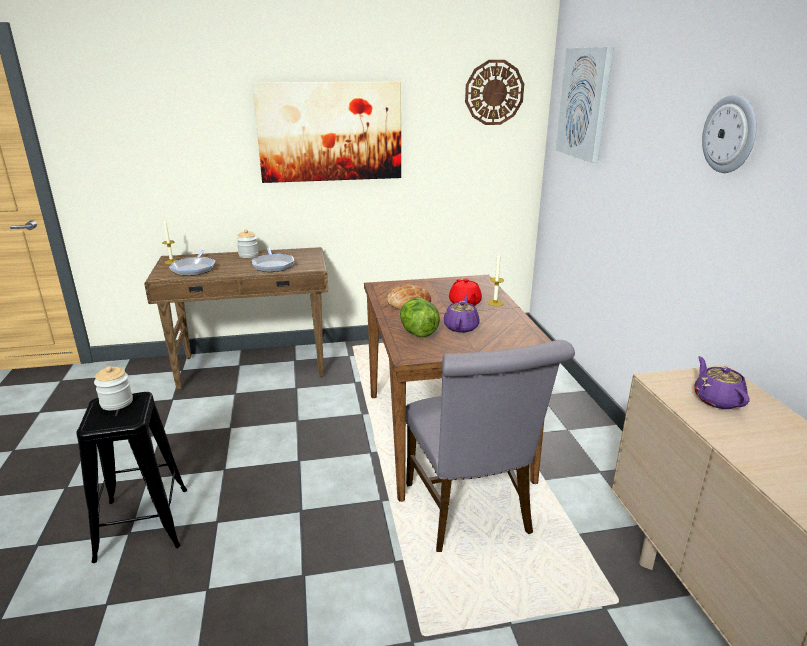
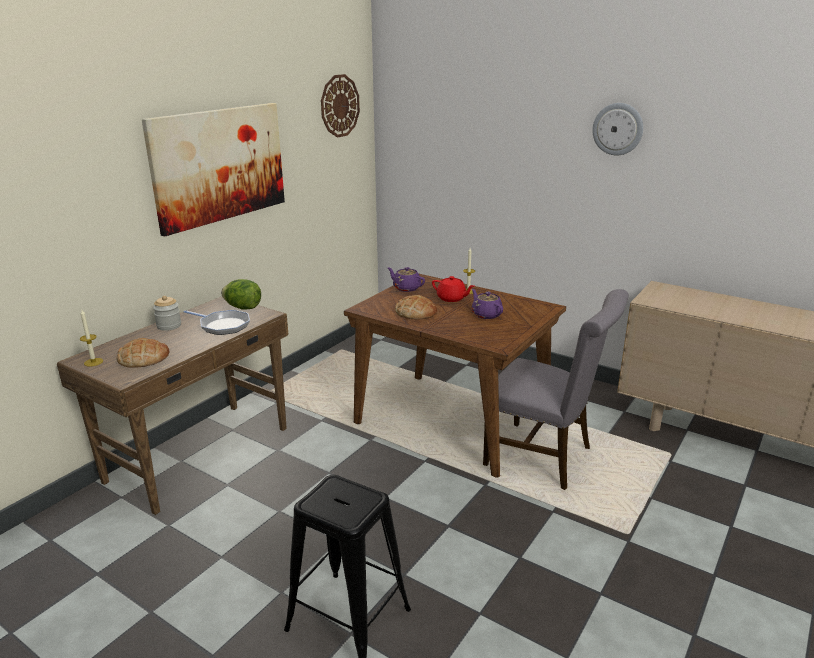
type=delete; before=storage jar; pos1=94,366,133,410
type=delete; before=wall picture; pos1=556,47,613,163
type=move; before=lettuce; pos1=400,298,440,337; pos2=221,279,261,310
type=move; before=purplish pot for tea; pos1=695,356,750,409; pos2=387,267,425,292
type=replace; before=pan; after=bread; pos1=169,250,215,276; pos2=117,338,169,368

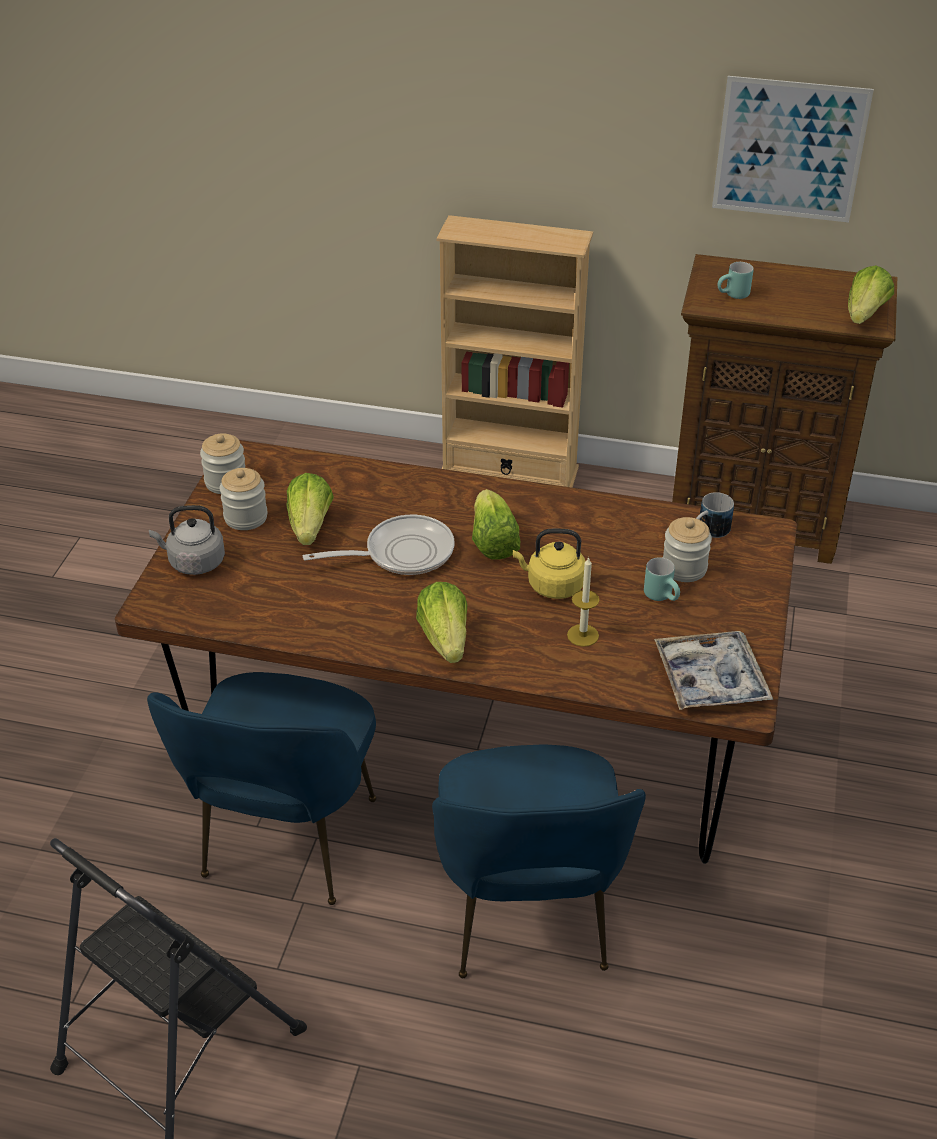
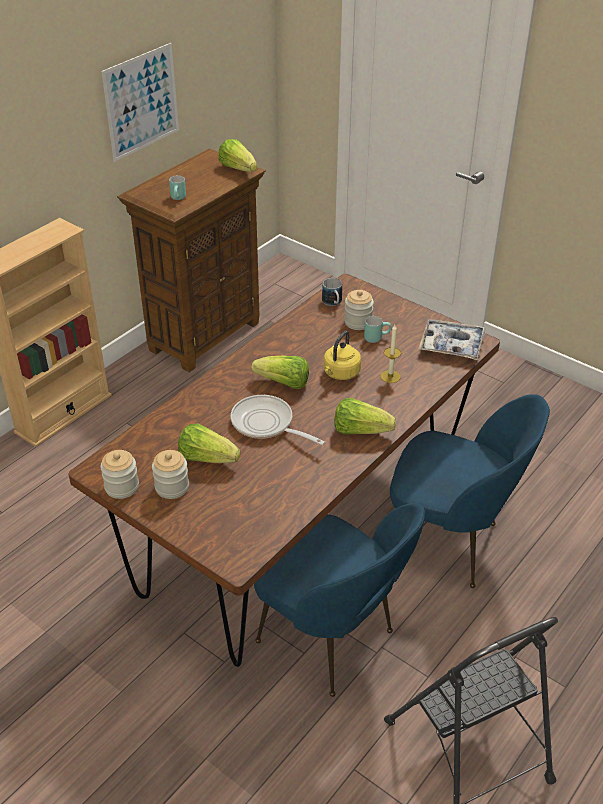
type=delete; before=grey tea kettle; pos1=149,505,225,575
type=rotate; before=pan; pos1=303,515,454,575; pos2=231,395,325,445; turn=-60

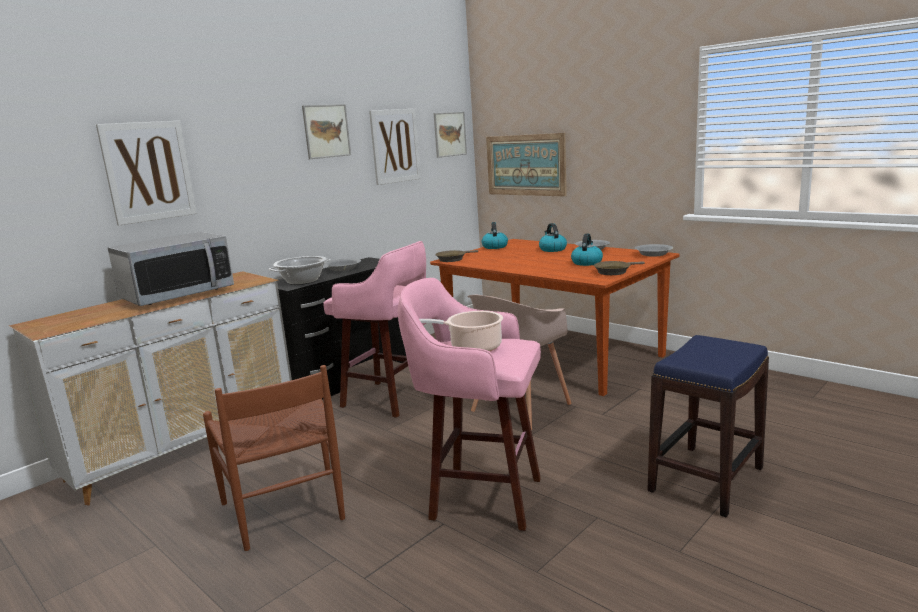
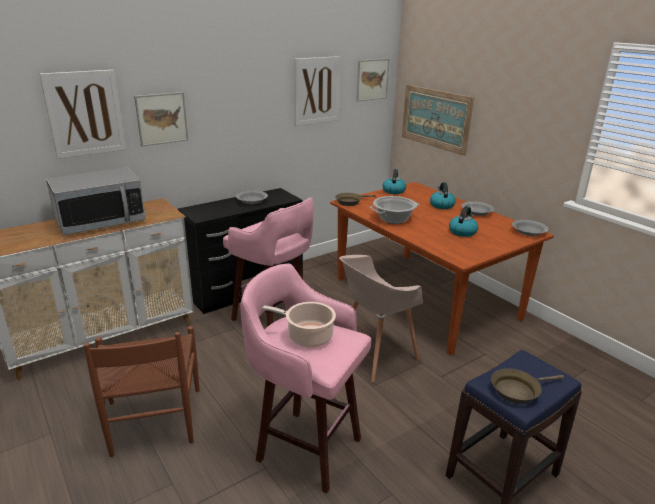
type=move; before=stockpot; pos1=269,256,331,285; pos2=370,196,419,224
type=move; before=wall picture; pos1=302,104,351,159; pos2=134,92,188,146
type=move; before=brown pan; pos1=594,261,645,275; pos2=491,368,564,404

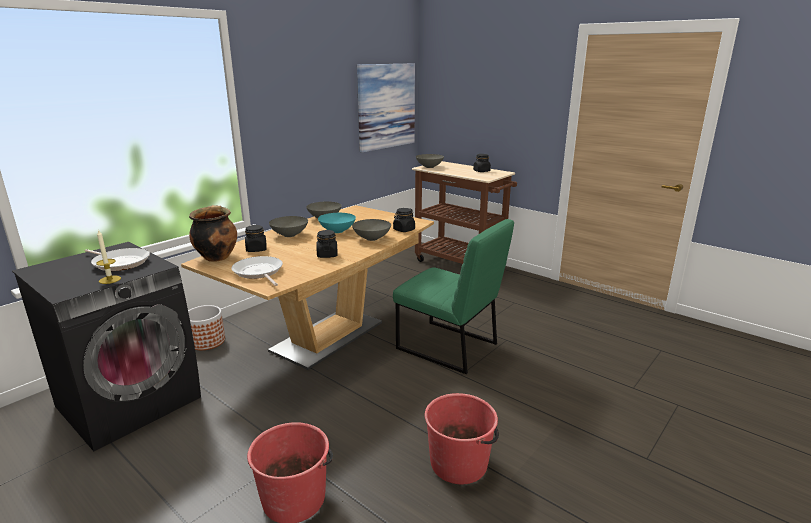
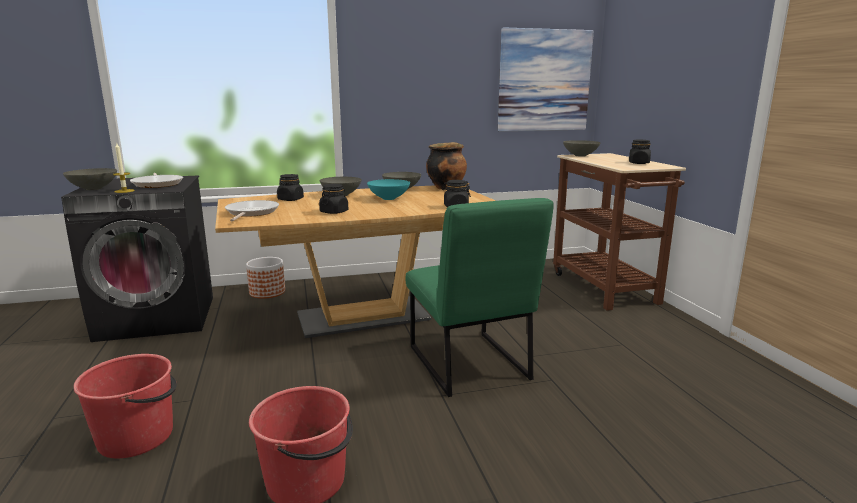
type=move; before=stockpot; pos1=189,205,237,262; pos2=426,142,467,190
type=move; before=grey serving bowl; pos1=352,219,391,241; pos2=63,168,117,190

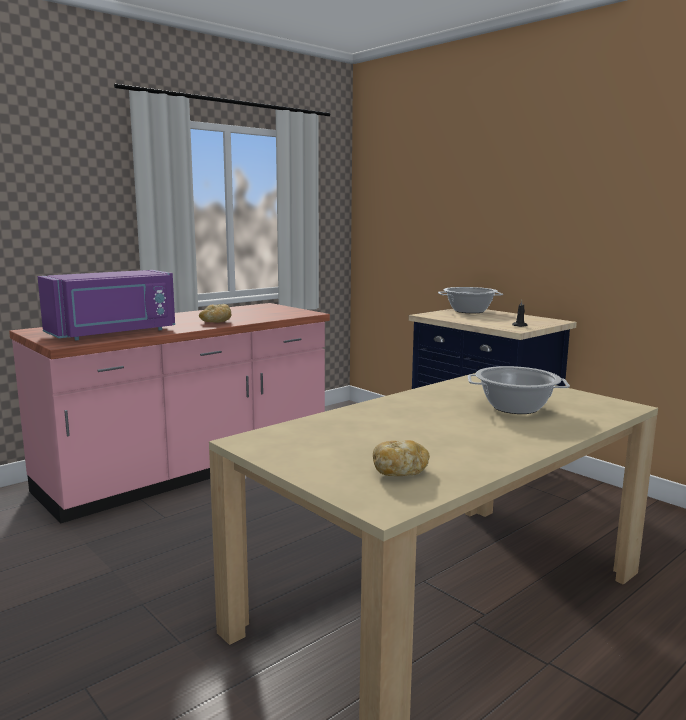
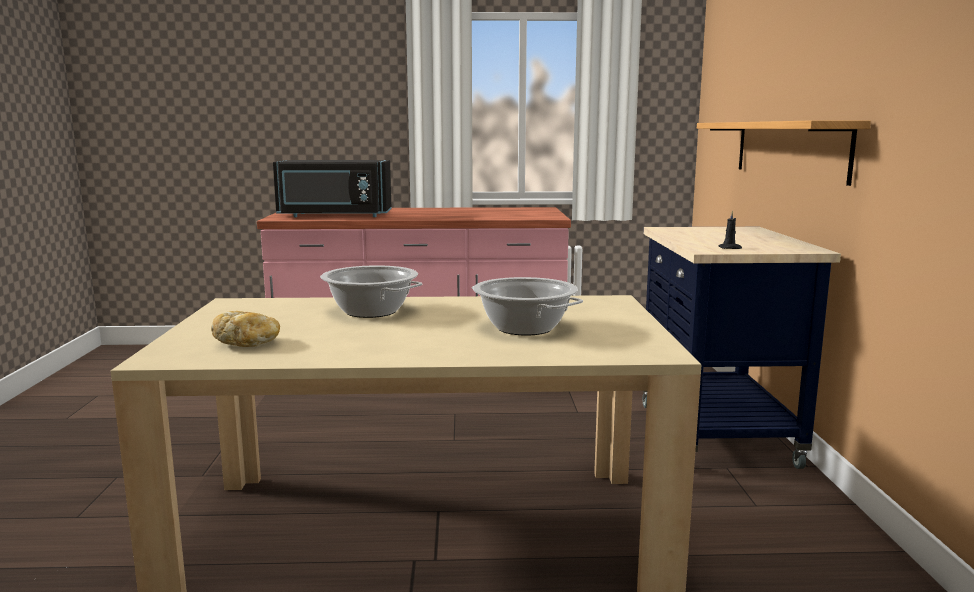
type=delete; before=bread; pos1=199,304,231,323
type=insert; after=wall shelf; pos2=697,120,871,186
type=move; before=stockpot; pos1=438,287,503,313; pos2=320,265,422,318
type=recolor; before=purplish microwave oven; after=blackish microwave oven; pos1=38,270,175,340; pos2=273,160,392,217

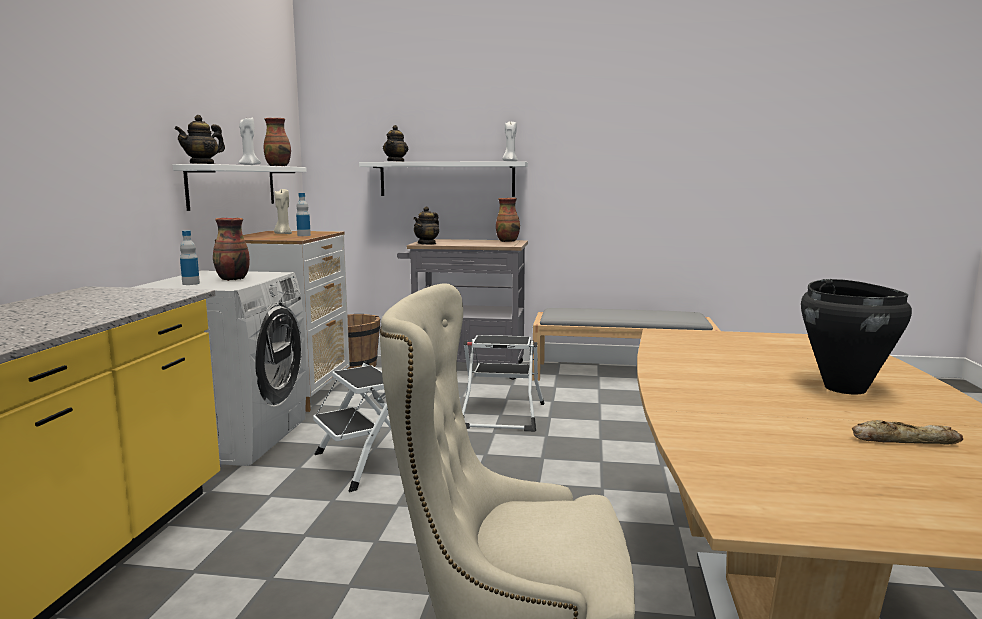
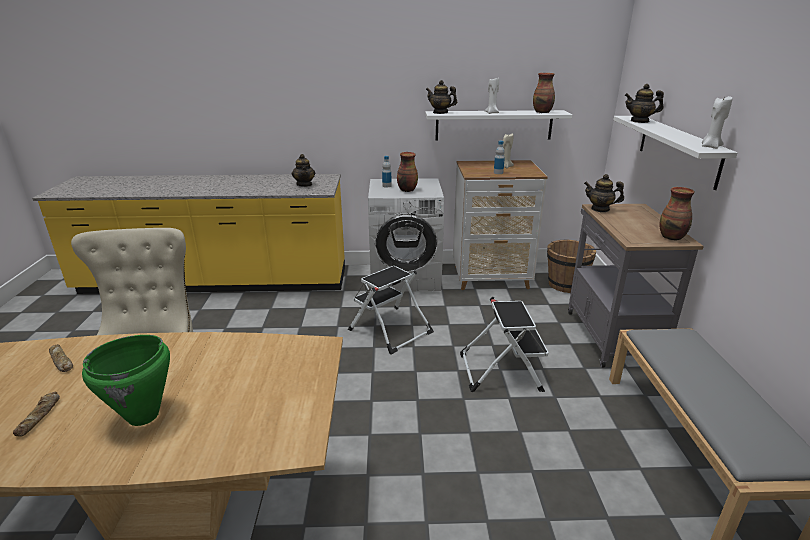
type=insert; after=bread; pos2=49,344,73,372
type=insert; after=pot for tea; pos2=292,154,315,187
type=recolor; before=blackish stockpot; after=green stockpot; pos1=801,279,912,394; pos2=82,335,170,426

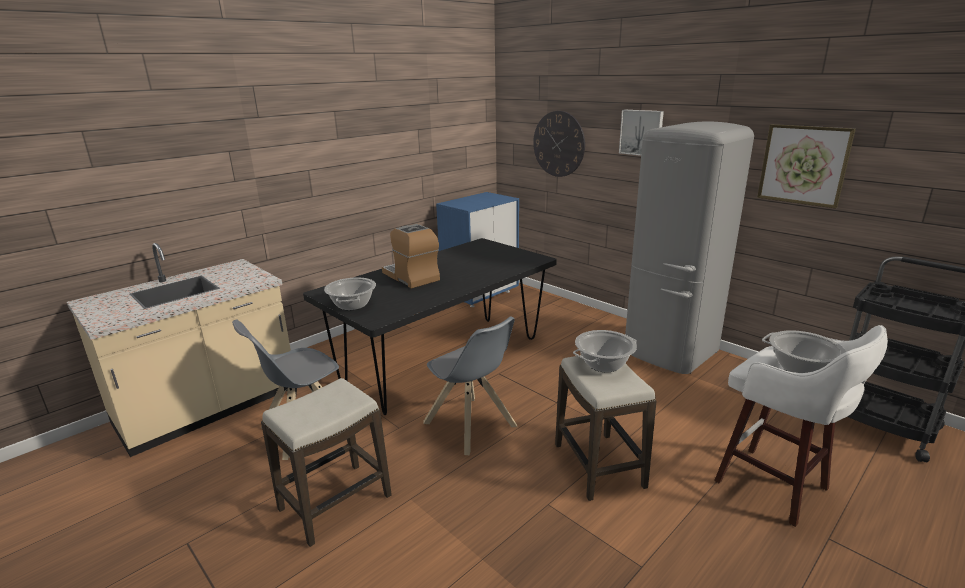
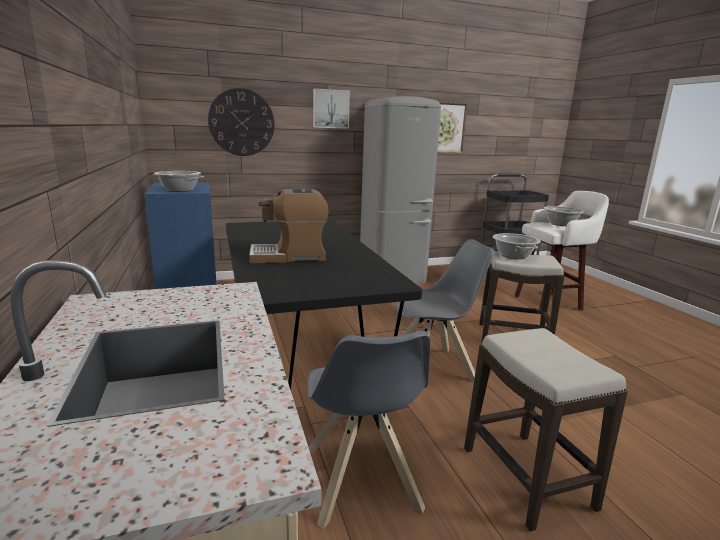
type=move; before=stockpot; pos1=324,277,376,310; pos2=153,171,204,192

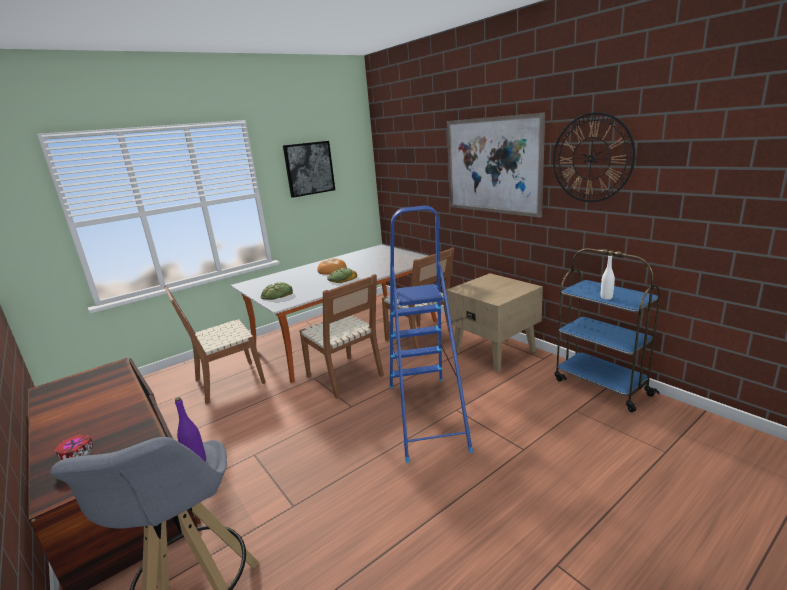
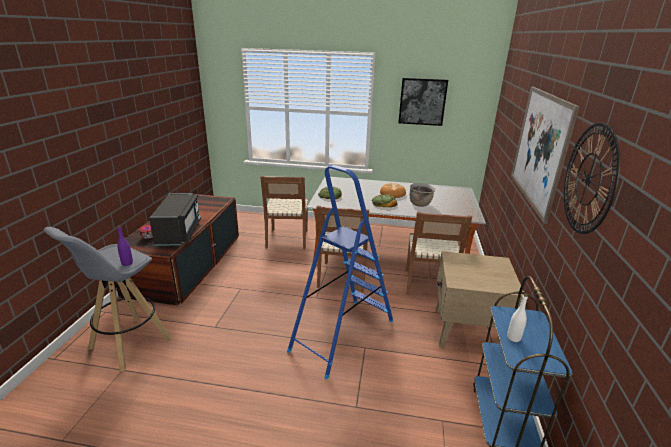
type=insert; after=blackish microwave oven; pos2=149,193,201,246
type=insert; after=brown stockpot; pos2=410,183,435,207
type=rotate; before=upright chair; pos1=164,285,266,404; pos2=260,176,308,249; turn=-105

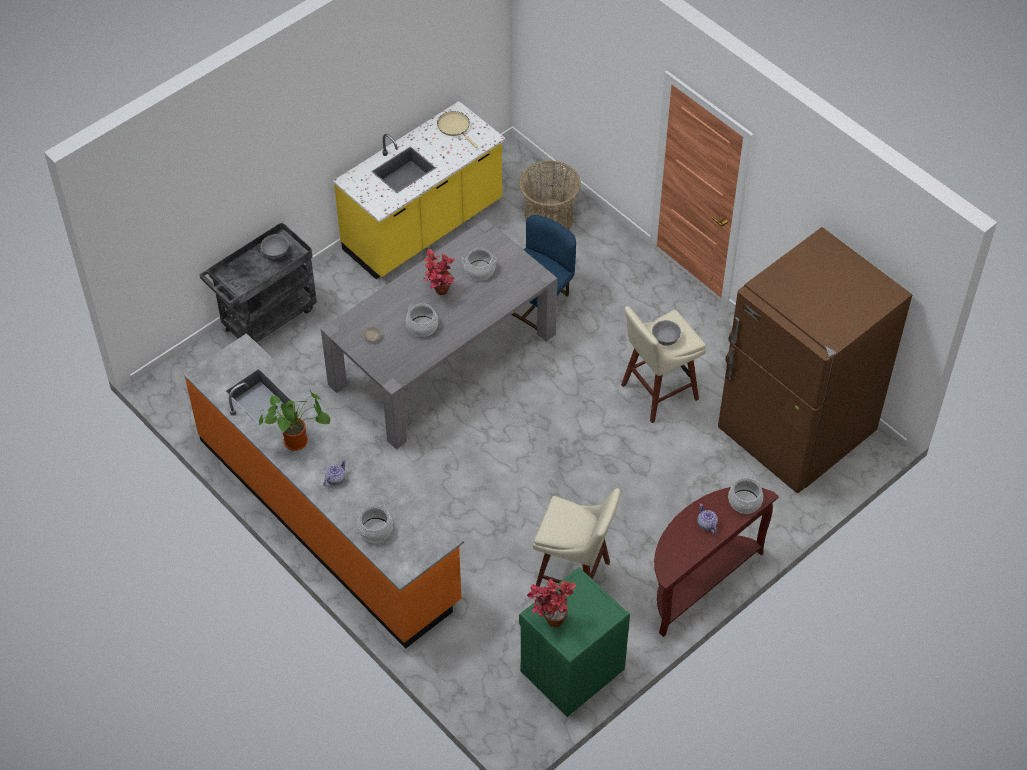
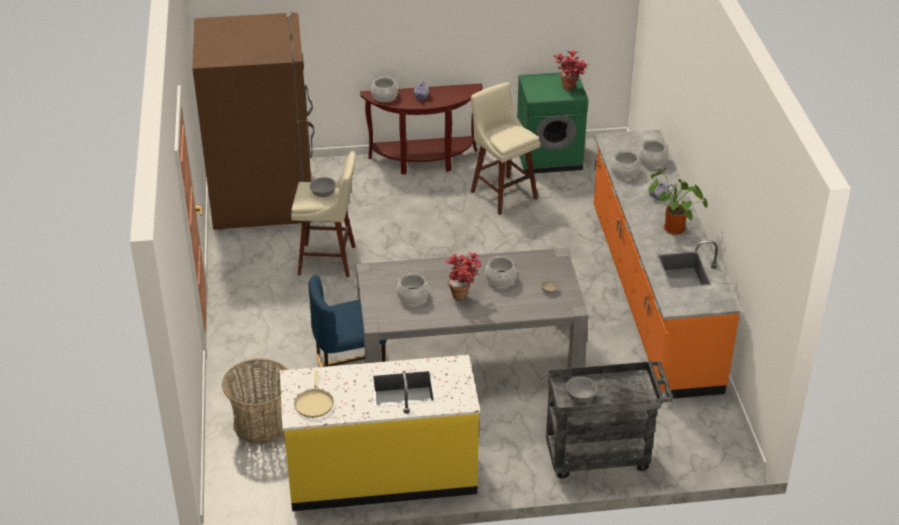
type=insert; after=stockpot; pos2=611,150,640,179

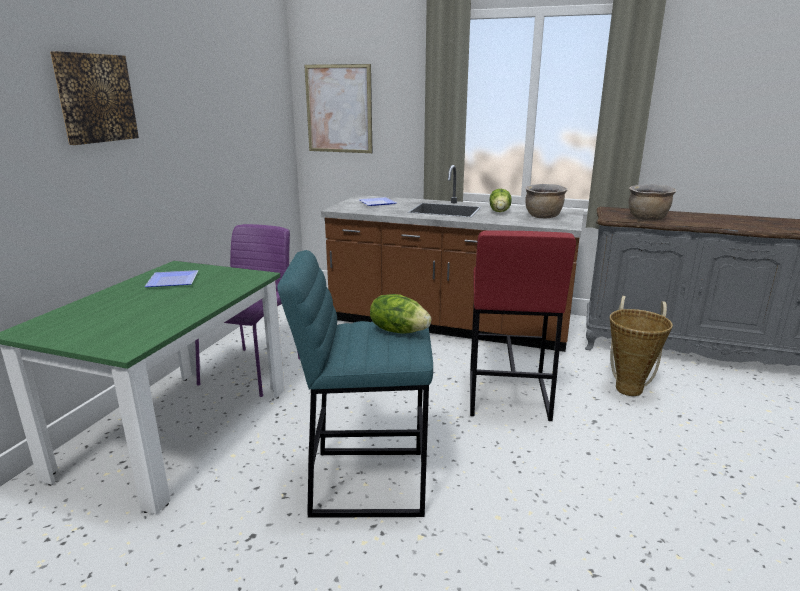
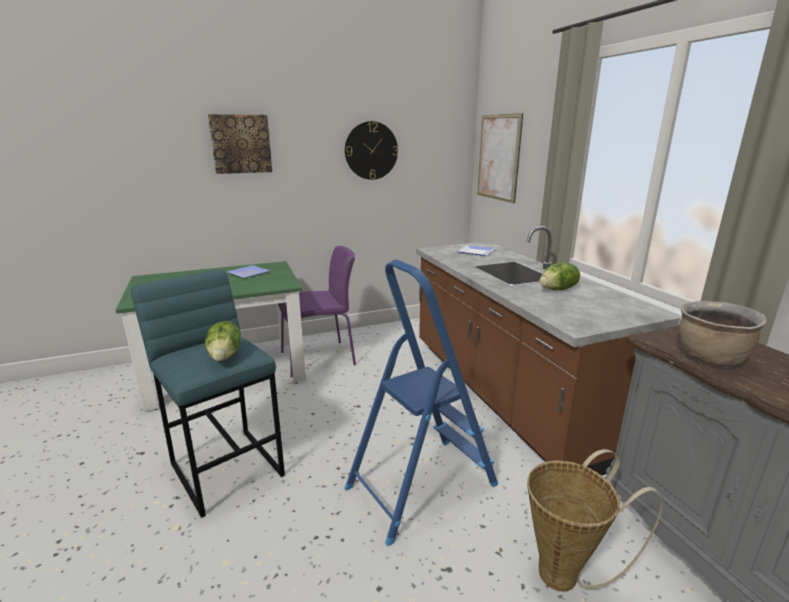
type=delete; before=brown stockpot; pos1=525,184,567,218
type=insert; after=wall clock; pos2=345,121,398,180
type=replace; before=red-coloured stool seat; after=blue-coloured step stool; pos1=470,230,576,421; pos2=344,260,498,546

